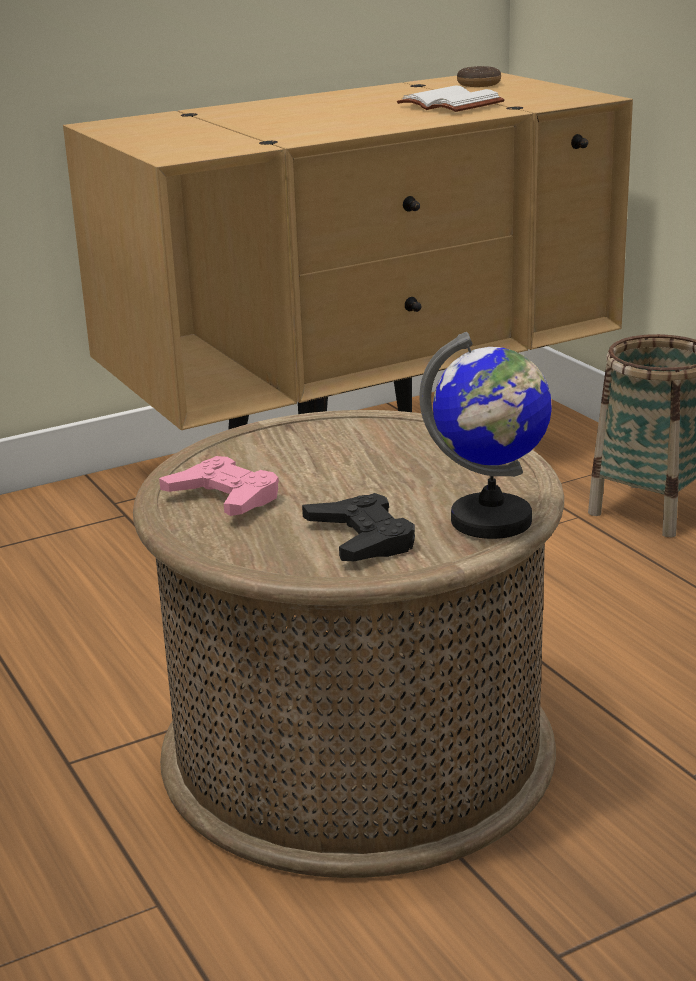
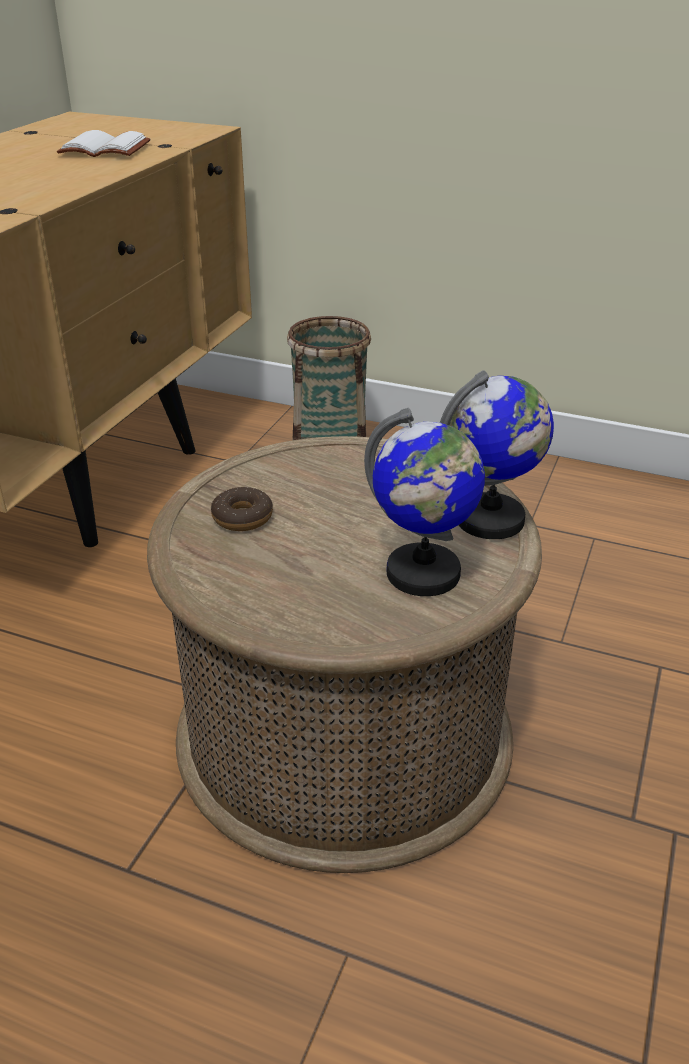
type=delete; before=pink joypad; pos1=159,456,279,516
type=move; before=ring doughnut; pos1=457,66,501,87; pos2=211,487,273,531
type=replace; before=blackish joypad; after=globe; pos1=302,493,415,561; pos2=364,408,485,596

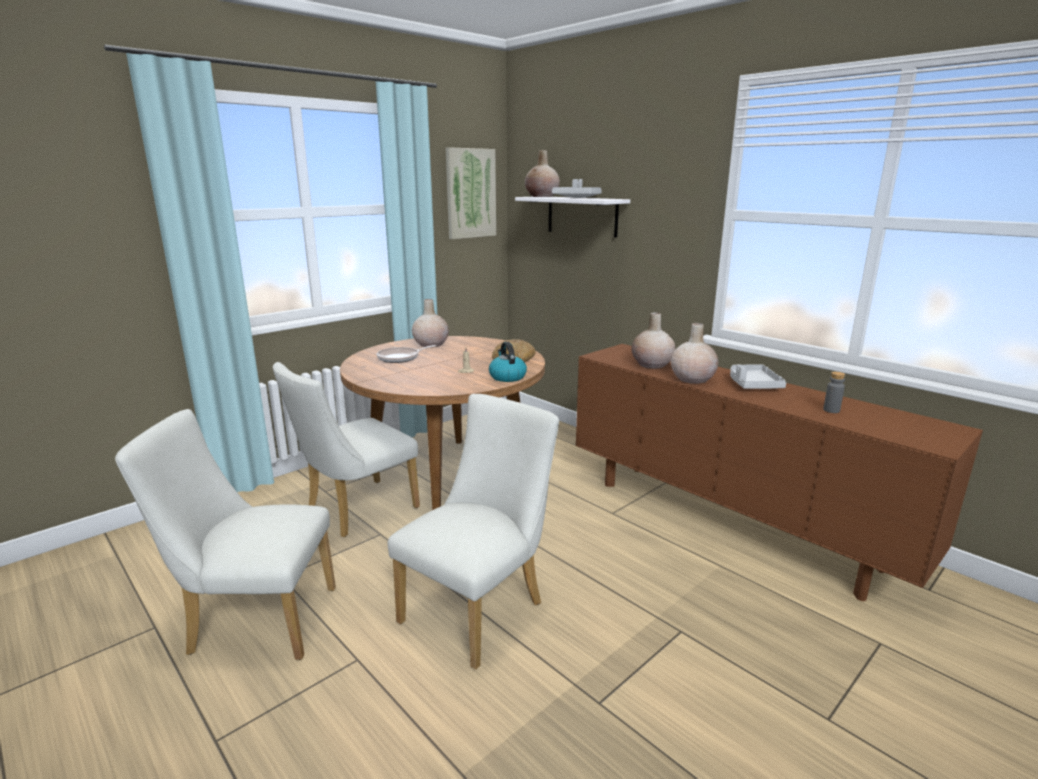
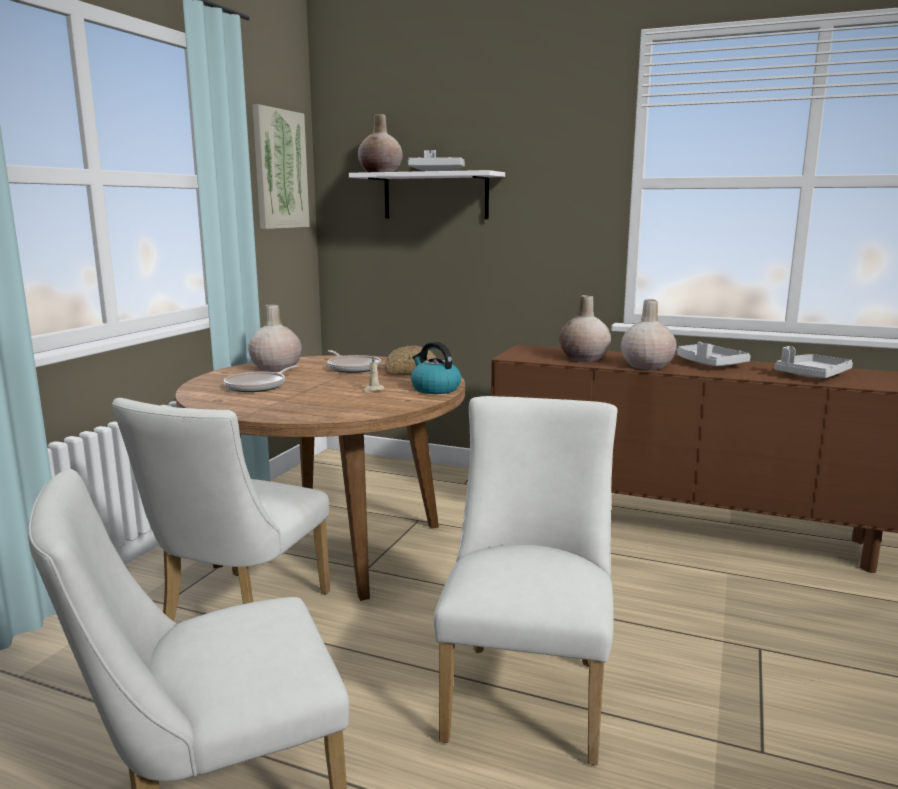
type=insert; after=pan; pos2=327,350,381,373
type=replace; before=grey bottle; after=grey serving tray; pos1=823,372,845,413; pos2=775,346,853,378

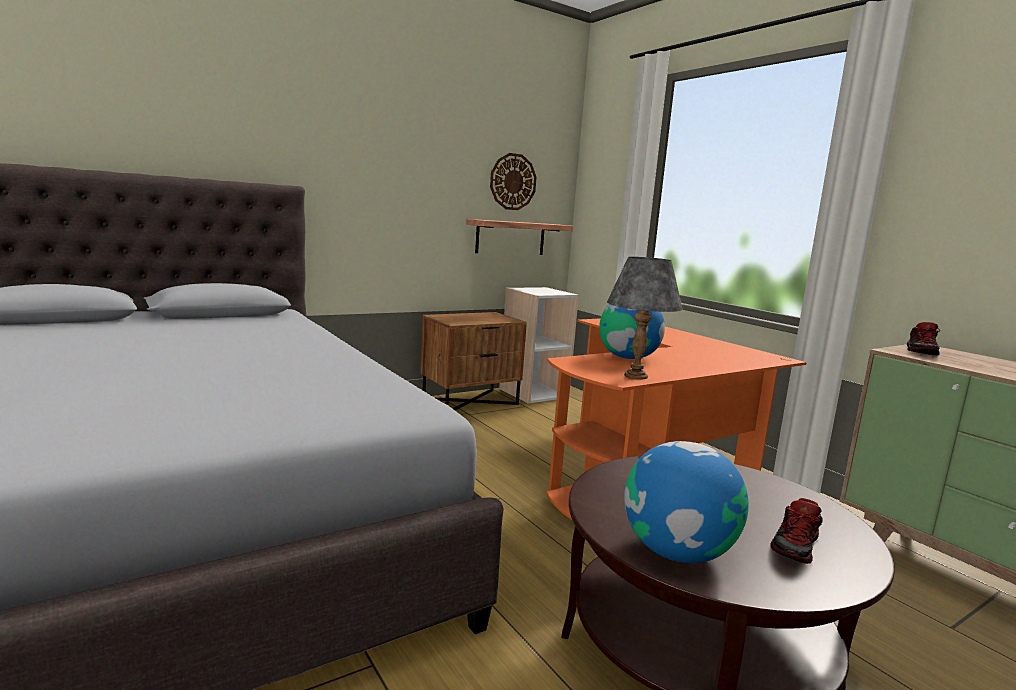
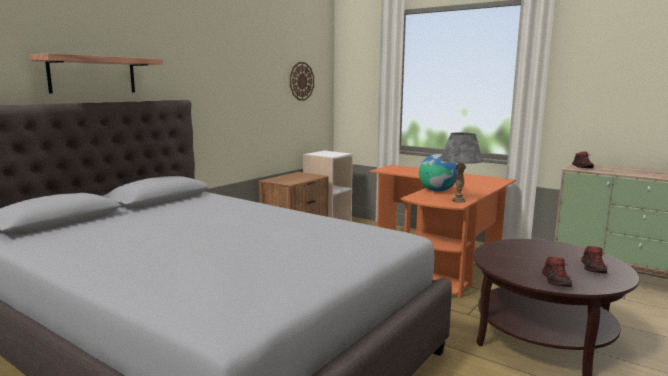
type=move; before=wall shelf; pos1=466,219,573,255; pos2=29,53,163,94
type=replace; before=globe; after=item of footwear; pos1=624,441,749,563; pos2=542,257,572,287

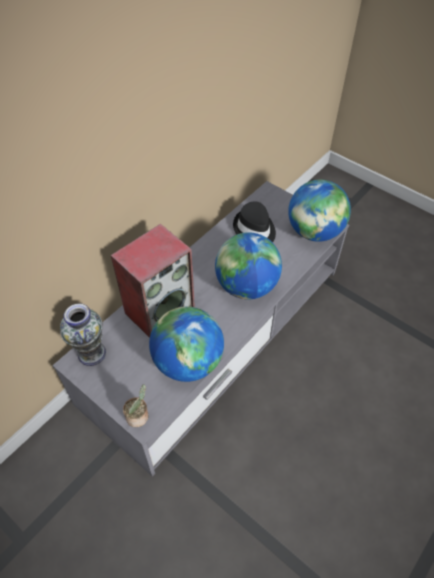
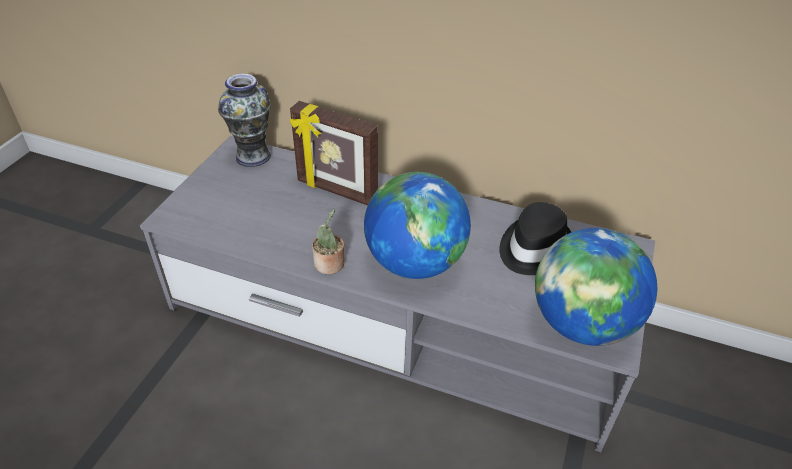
type=delete; before=globe; pos1=149,306,224,382
type=move; before=houseplant; pos1=123,384,149,427; pos2=312,209,344,274
type=replace; before=speaker; after=picture frame; pos1=111,224,195,338; pos2=290,101,378,205

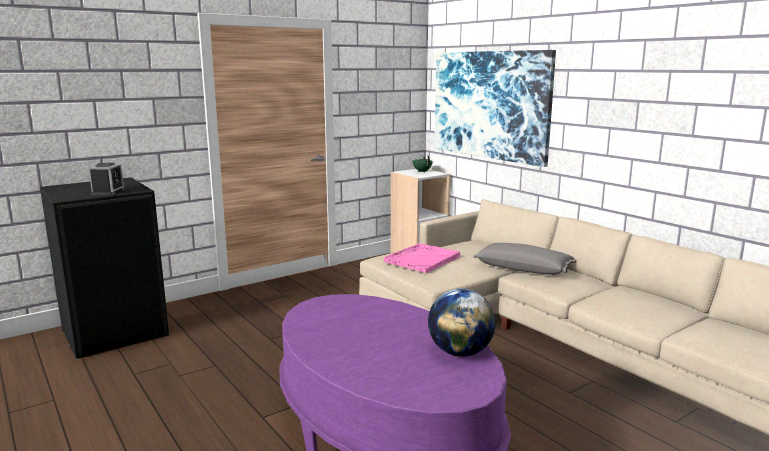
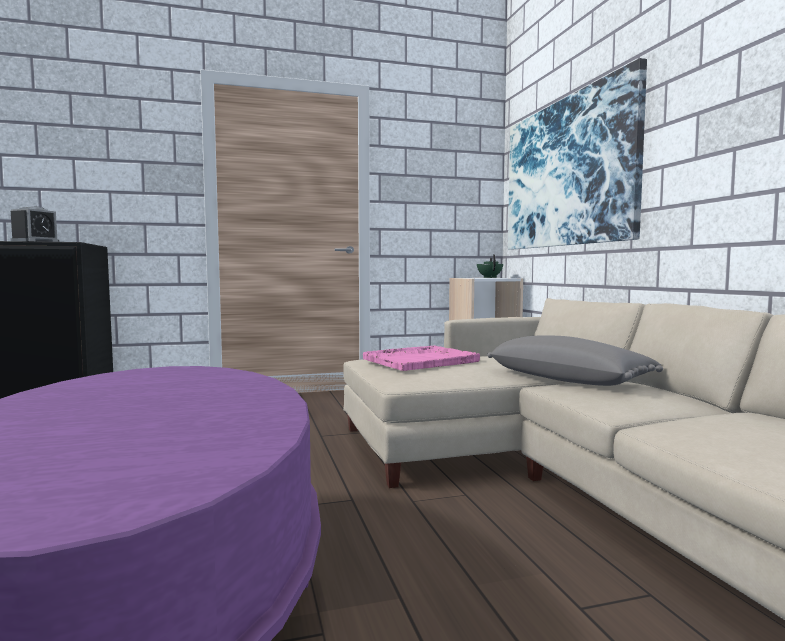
type=delete; before=globe; pos1=428,289,496,357

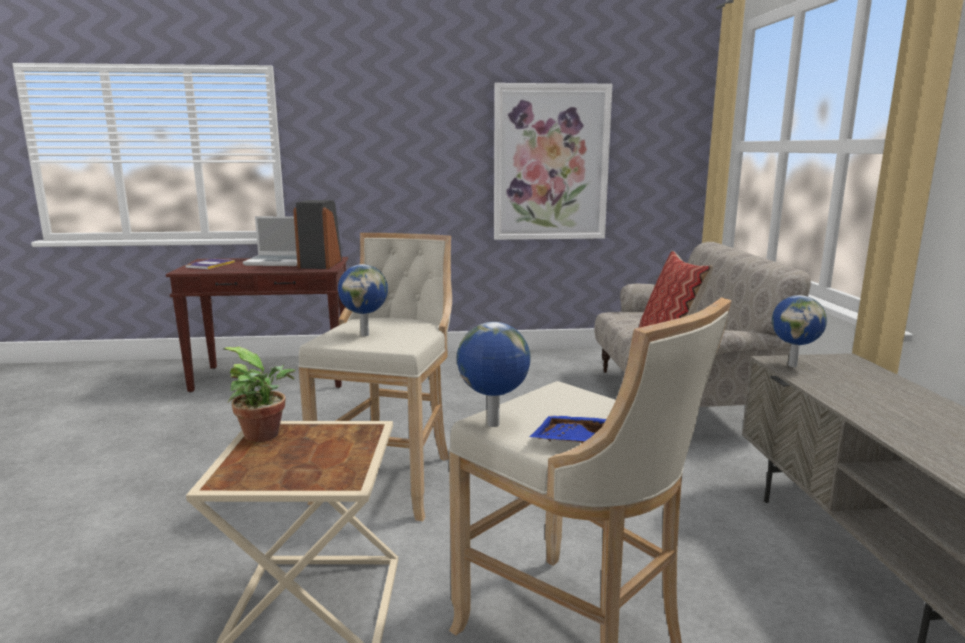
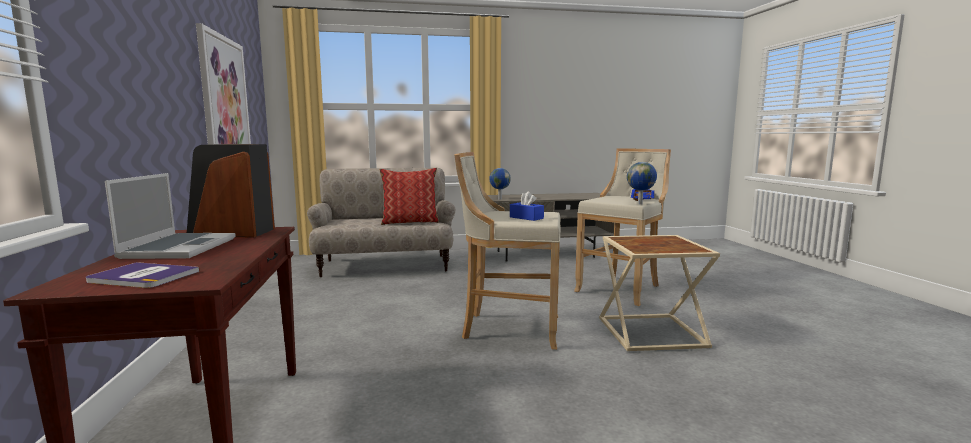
type=delete; before=houseplant; pos1=222,347,296,442
type=replace; before=globe; after=blue-coloured tissue box; pos1=338,264,388,336; pos2=510,192,544,221

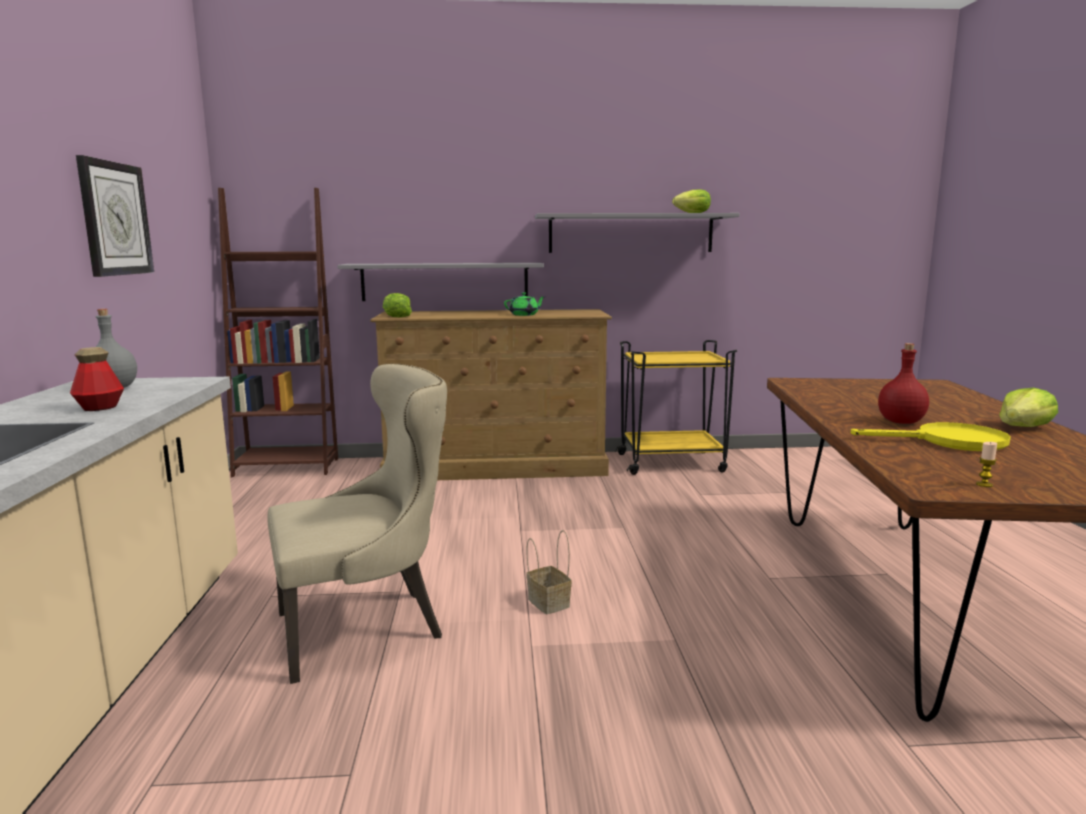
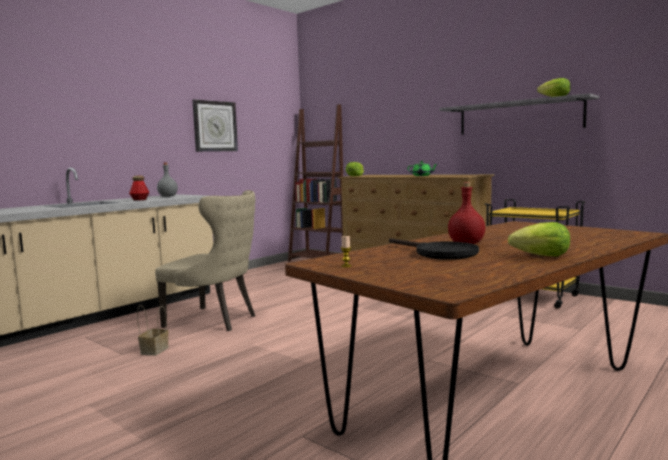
type=delete; before=grey wall shelf; pos1=337,263,544,301
type=move; before=storage basket; pos1=527,530,572,614; pos2=137,305,169,356
type=recolor; before=yellow pan; after=blackish pan; pos1=851,422,1011,451; pos2=389,238,479,260

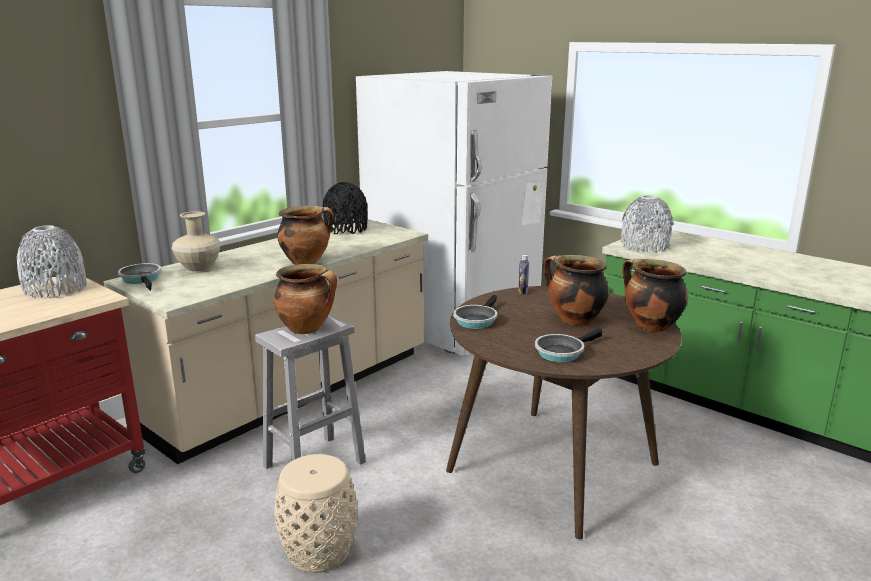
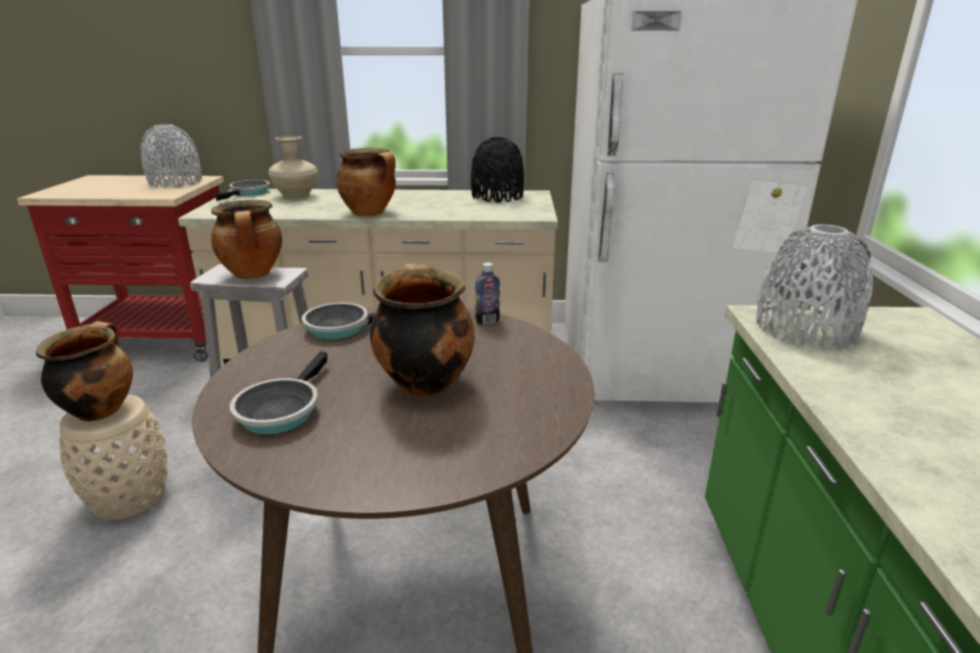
type=move; before=stockpot; pos1=622,259,688,332; pos2=36,321,133,422
type=rotate; before=pan; pos1=535,329,602,362; pos2=230,351,327,434; turn=-90

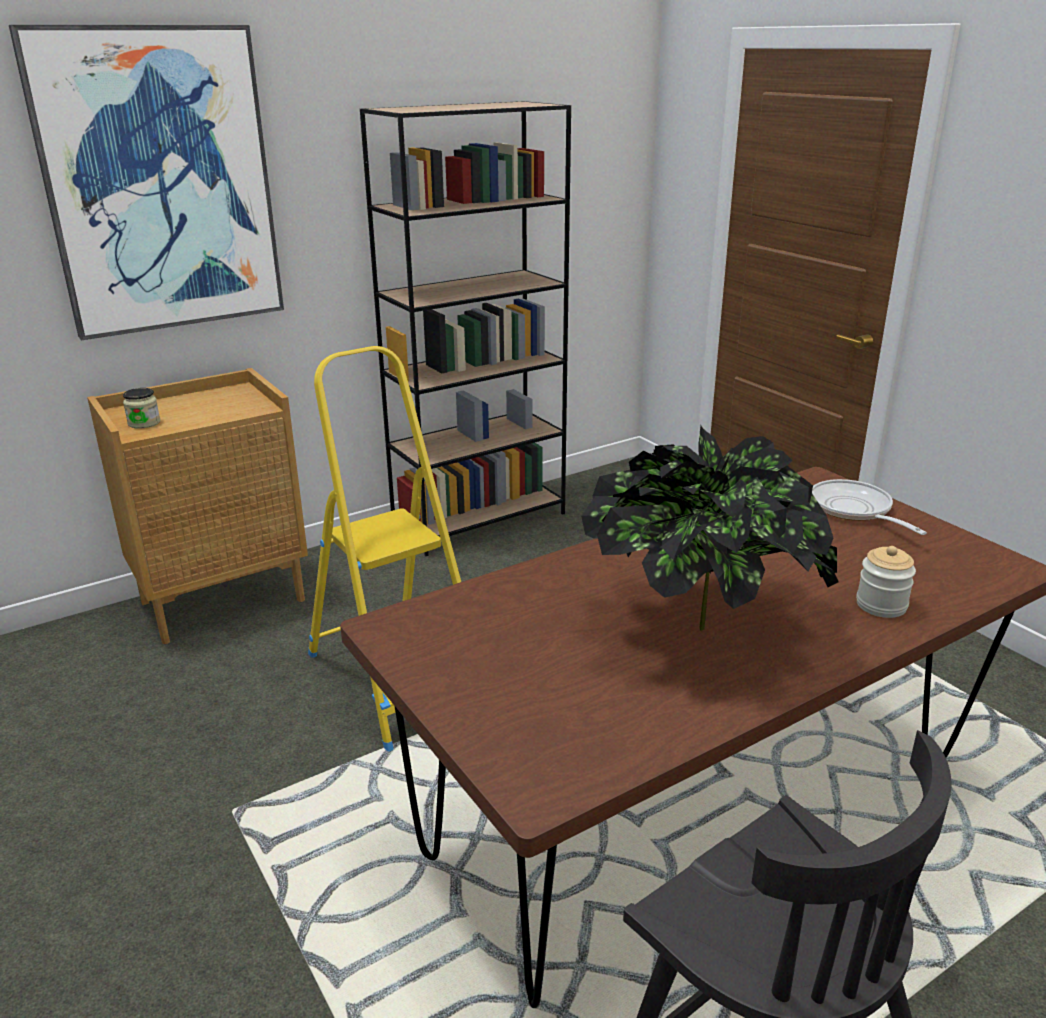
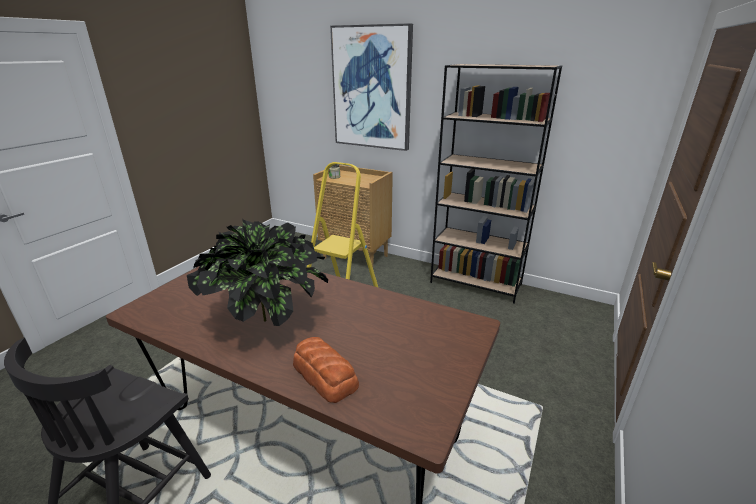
type=delete; before=pan; pos1=812,479,927,535
type=replace; before=storage jar; after=bread; pos1=856,546,916,618; pos2=293,337,359,403

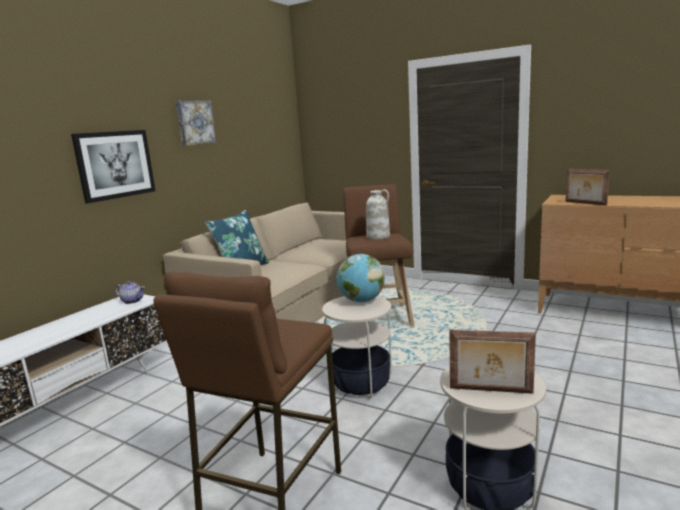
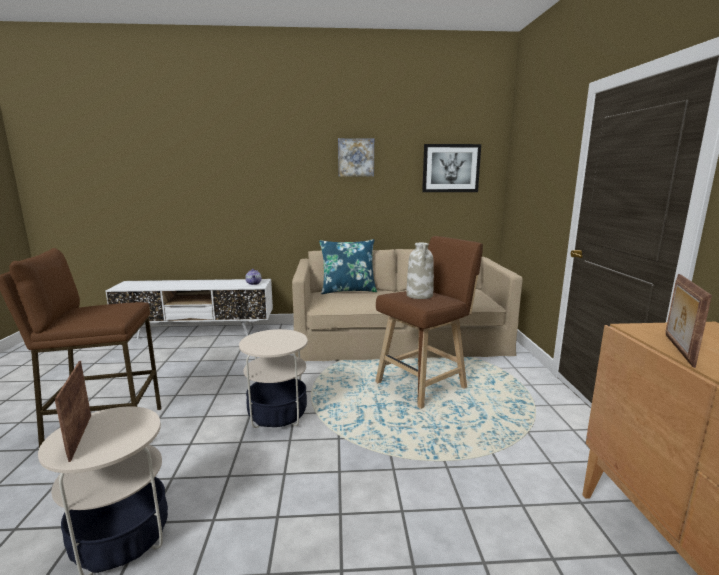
type=delete; before=globe; pos1=337,254,385,302
type=move; before=wall picture; pos1=71,130,156,203; pos2=422,144,481,192

